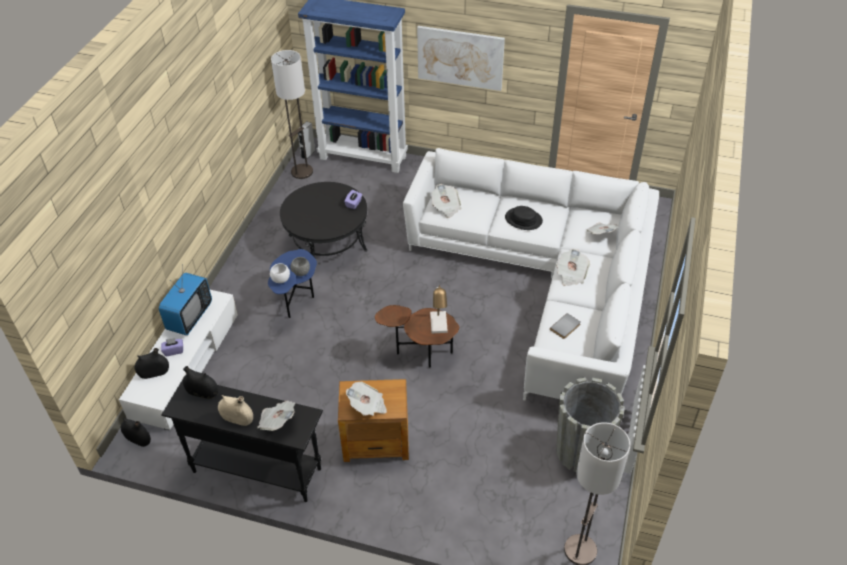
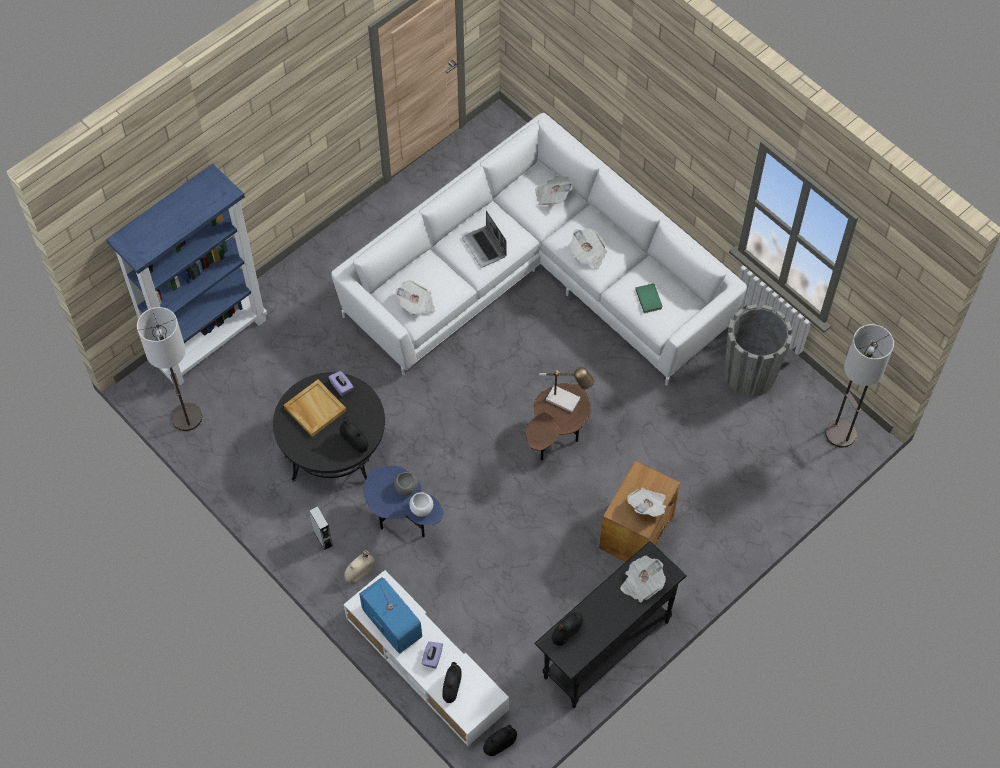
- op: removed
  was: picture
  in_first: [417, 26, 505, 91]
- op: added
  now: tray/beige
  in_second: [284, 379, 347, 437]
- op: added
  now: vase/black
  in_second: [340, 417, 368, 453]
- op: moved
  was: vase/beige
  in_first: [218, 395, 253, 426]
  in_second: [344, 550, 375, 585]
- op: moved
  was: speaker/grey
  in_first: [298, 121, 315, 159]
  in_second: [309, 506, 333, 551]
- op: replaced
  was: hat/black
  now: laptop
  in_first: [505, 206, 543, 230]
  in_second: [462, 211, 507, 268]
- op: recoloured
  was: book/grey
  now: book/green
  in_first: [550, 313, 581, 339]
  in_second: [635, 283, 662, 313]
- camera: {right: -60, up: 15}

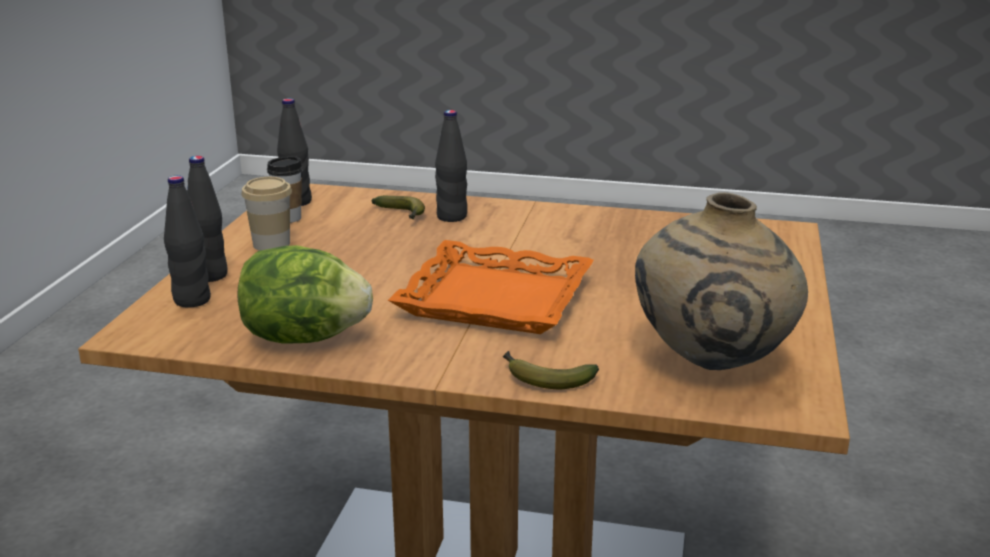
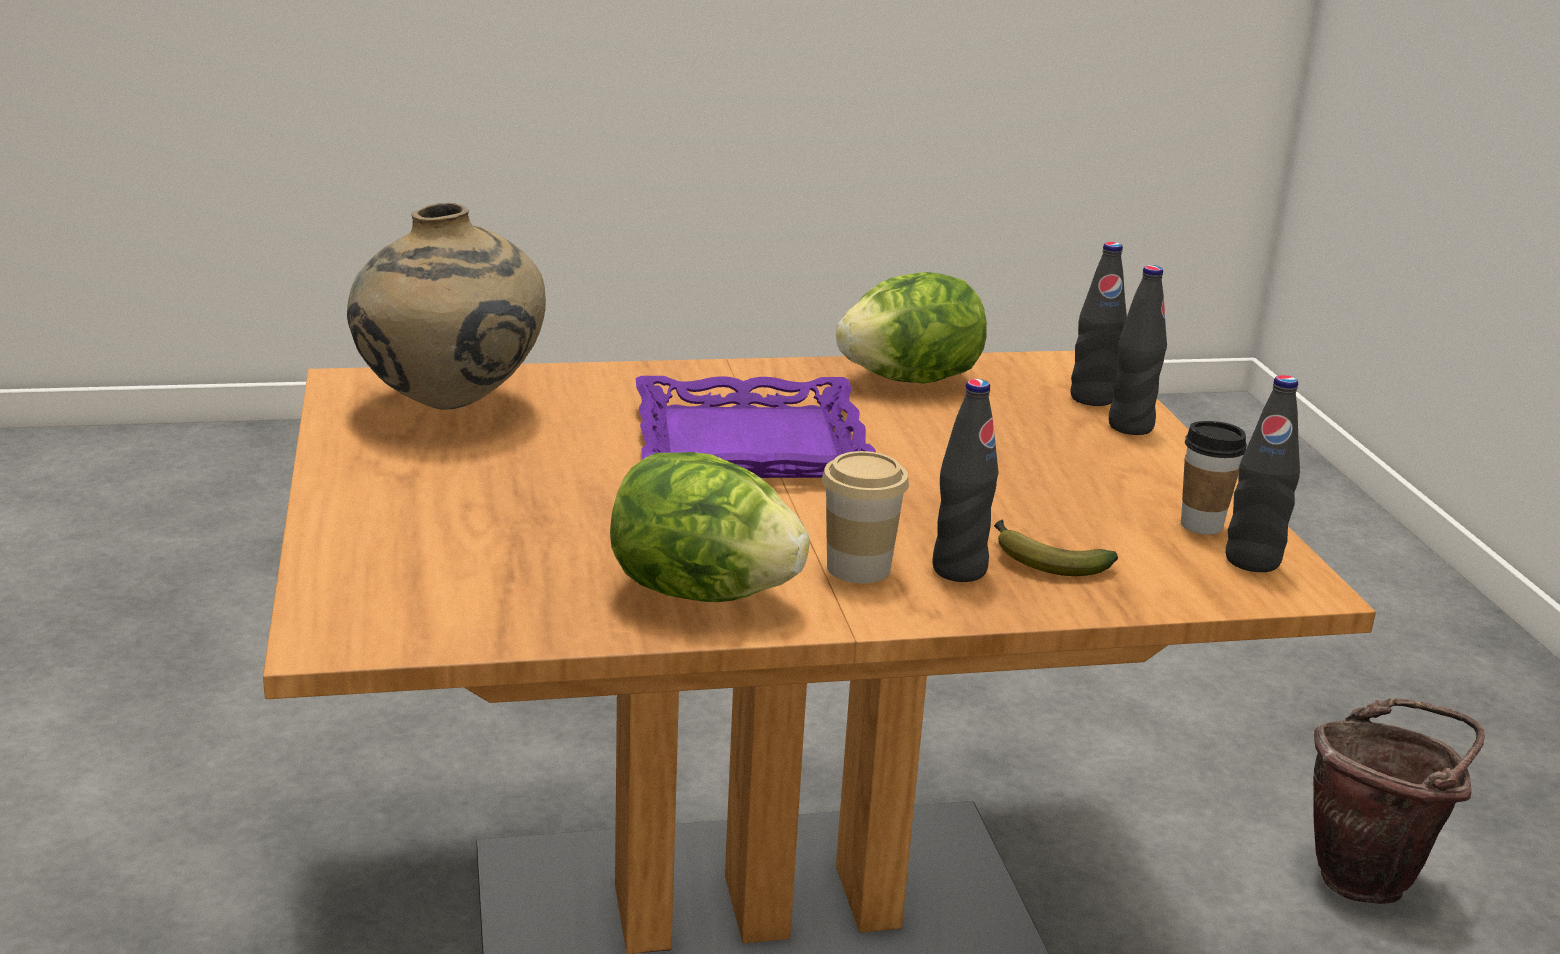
- op: removed
  was: banana
  in_first: [503, 351, 599, 389]
- op: added
  now: lettuce
  in_second: [610, 452, 809, 602]
- op: added
  now: bucket/brown
  in_second: [1313, 698, 1485, 904]
- op: moved
  was: cup
  in_first: [241, 177, 292, 251]
  in_second: [822, 451, 909, 583]
- op: recoloured
  was: tray/orange
  now: tray/purple
  in_first: [388, 240, 594, 334]
  in_second: [636, 376, 876, 478]
- camera: {right: 155, up: 0}

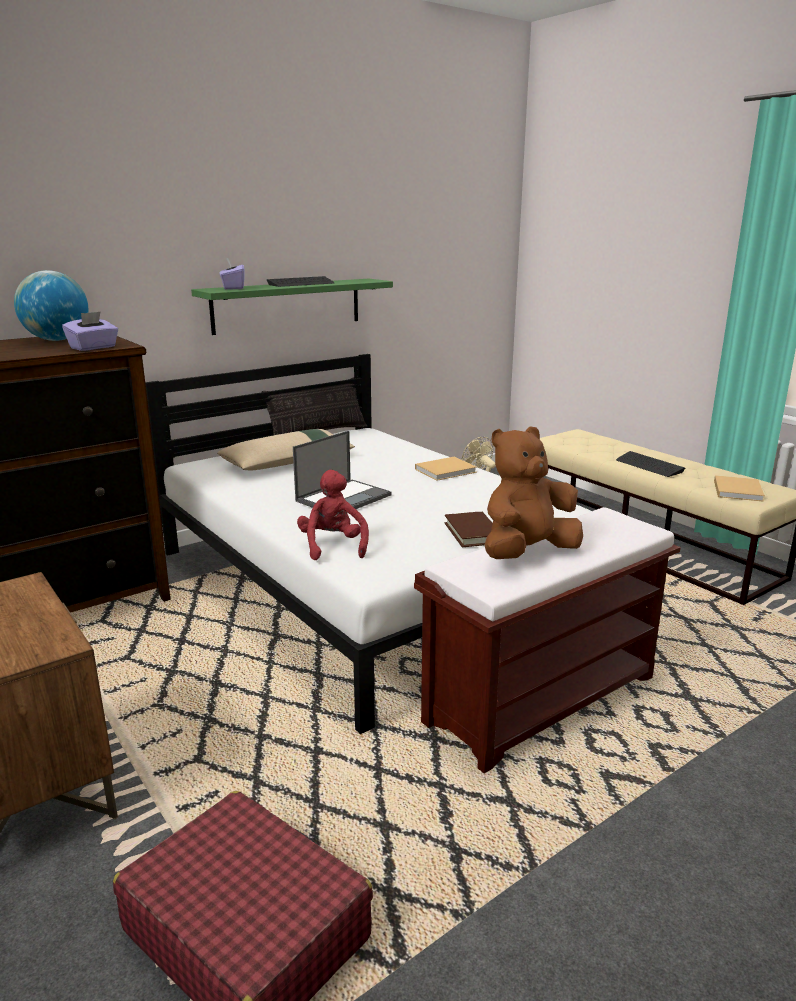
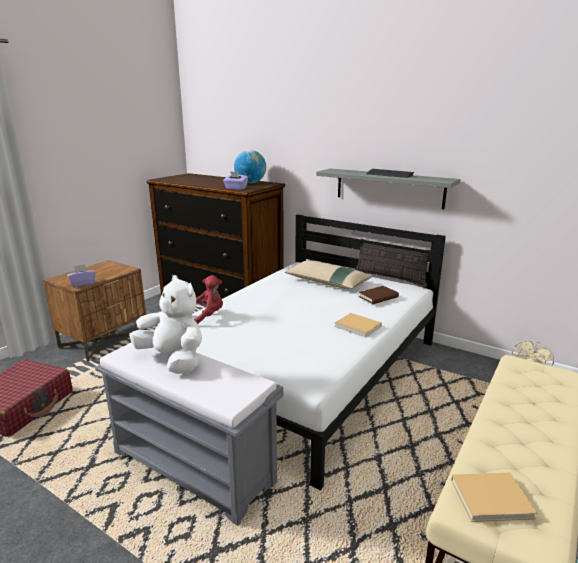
- op: removed
  was: laptop
  in_first: [293, 431, 392, 513]
- op: removed
  was: keyboard
  in_first: [616, 451, 685, 477]
- op: moved
  was: tissue box/purple
  in_first: [219, 258, 245, 290]
  in_second: [67, 264, 95, 287]
- op: moved
  was: book/brown
  in_first: [444, 512, 493, 547]
  in_second: [359, 286, 399, 304]
- op: recoloured
  was: shelf/green
  now: shelf/grey
  in_first: [191, 279, 393, 335]
  in_second: [316, 169, 460, 209]
- op: recoloured
  was: bench/brown
  now: bench/grey
  in_first: [414, 507, 681, 773]
  in_second: [95, 342, 284, 526]
- op: recoloured
  was: plush toy/brown
  now: plush toy/white
  in_first: [485, 426, 583, 559]
  in_second: [129, 275, 202, 374]
- camera: {right: 70, up: 0}

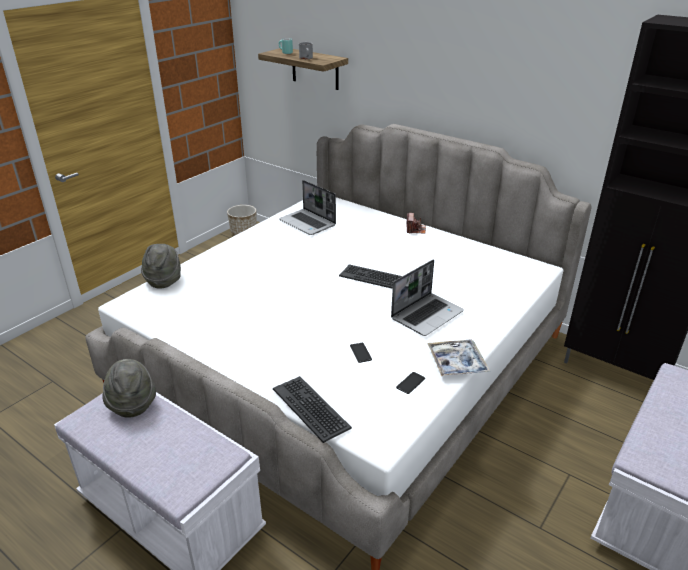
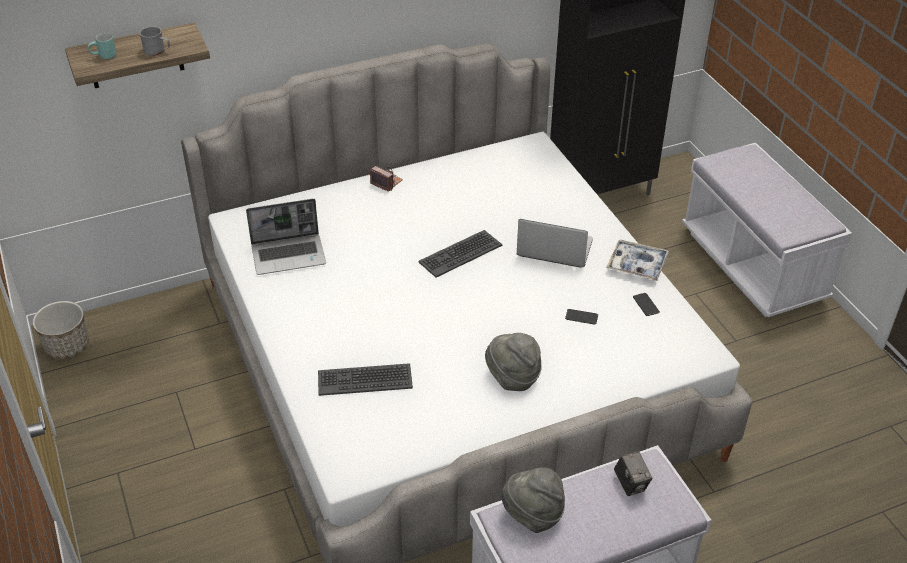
- op: added
  now: photo camera
  in_second: [614, 451, 652, 496]
- op: moved
  was: hat/grey
  in_first: [141, 244, 181, 289]
  in_second: [485, 333, 542, 391]
- op: moved
  was: keyboard
  in_first: [273, 376, 352, 443]
  in_second: [318, 363, 413, 396]
- op: turned
  was: laptop
  in_first: [391, 259, 464, 336]
  in_second: [517, 219, 593, 267]
  clockwise: -60
- camera: {right: -60, up: 10}

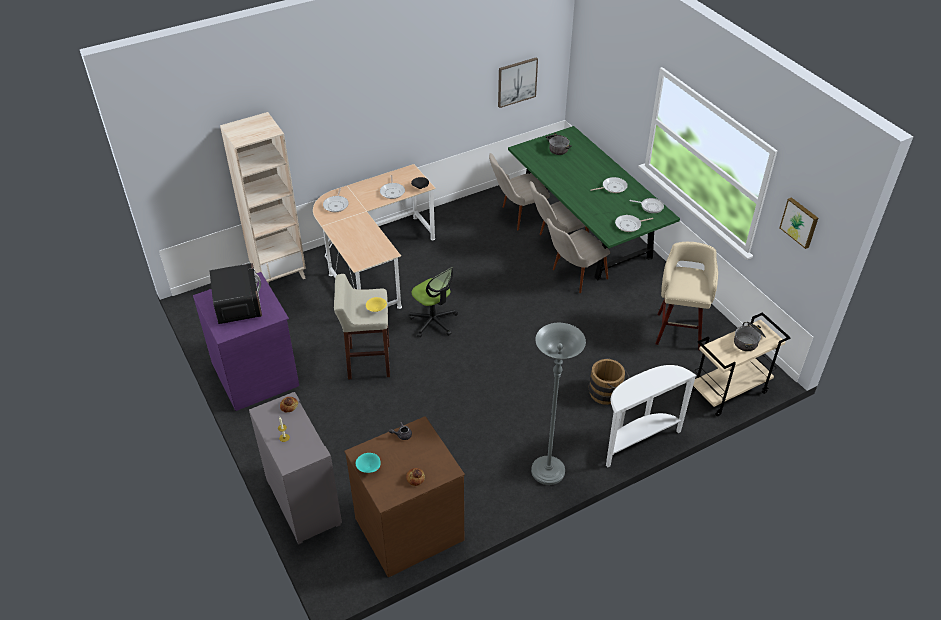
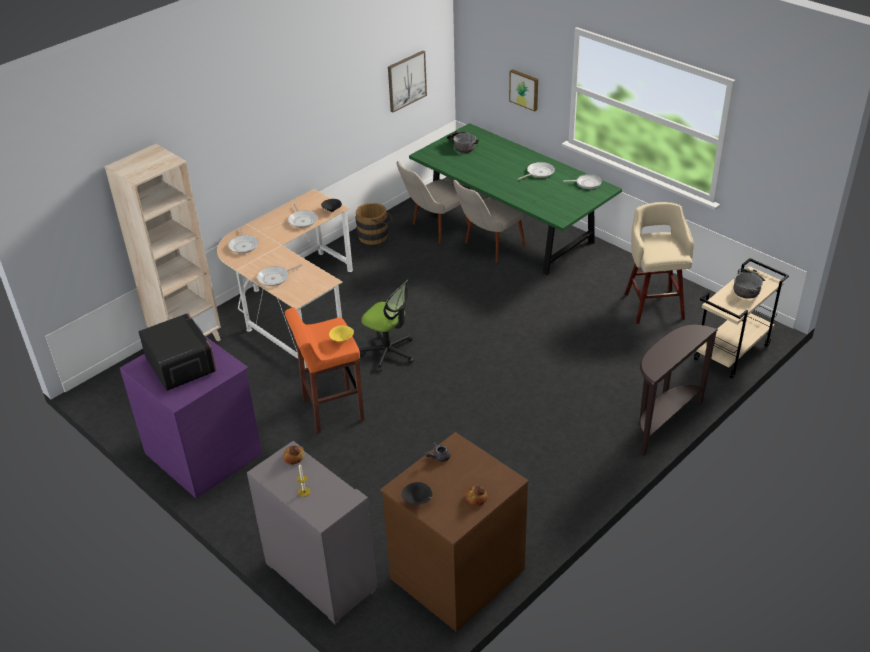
- op: removed
  was: floor lamp/grey
  in_first: [531, 323, 586, 485]
- op: removed
  was: chair/beige
  in_first: [547, 218, 610, 293]
- op: moved
  was: bucket/brown
  in_first: [589, 358, 630, 405]
  in_second: [355, 203, 393, 245]
- op: moved
  was: frying pan
  in_first: [615, 215, 653, 232]
  in_second: [257, 264, 302, 286]
- op: moved
  was: picture
  in_first: [779, 197, 818, 249]
  in_second: [509, 69, 538, 112]
- op: recoloured
  was: stool/beige
  now: stool/orange
  in_first: [334, 274, 390, 380]
  in_second: [285, 307, 364, 434]
- op: recoloured
  was: bowl/turquoise
  now: bowl/black
  in_first: [356, 453, 381, 473]
  in_second: [402, 482, 432, 505]
- op: recoloured
  was: console table/white
  now: console table/brown
  in_first: [606, 365, 697, 467]
  in_second: [639, 325, 717, 456]
- camera: {right: -15, up: -5}

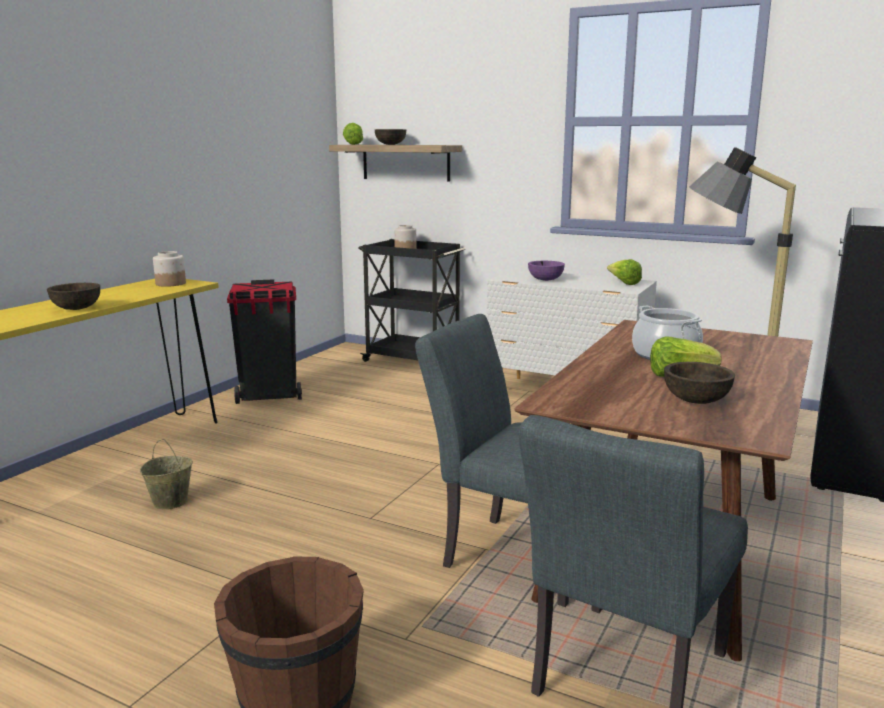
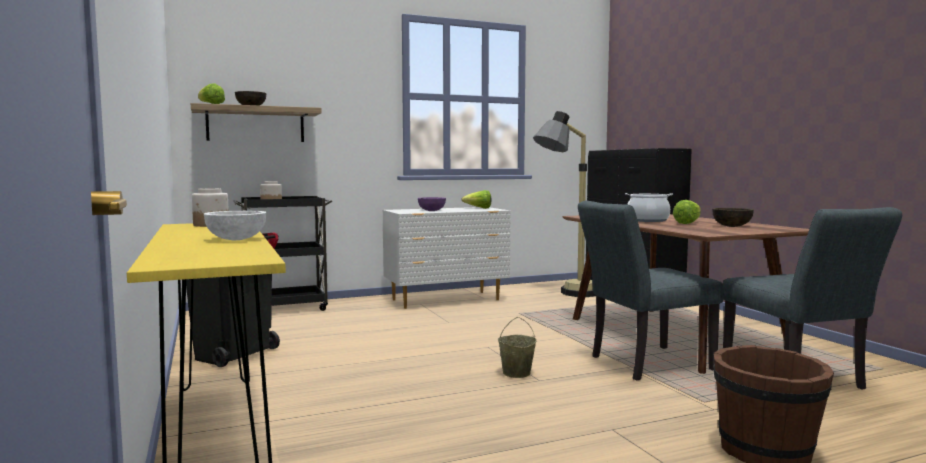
- op: moved
  was: bucket/beige
  in_first: [140, 439, 193, 509]
  in_second: [498, 317, 537, 378]
- op: recoloured
  was: bowl/brown
  now: bowl/white
  in_first: [47, 283, 100, 310]
  in_second: [204, 211, 267, 240]
- camera: {right: -50, up: -10}

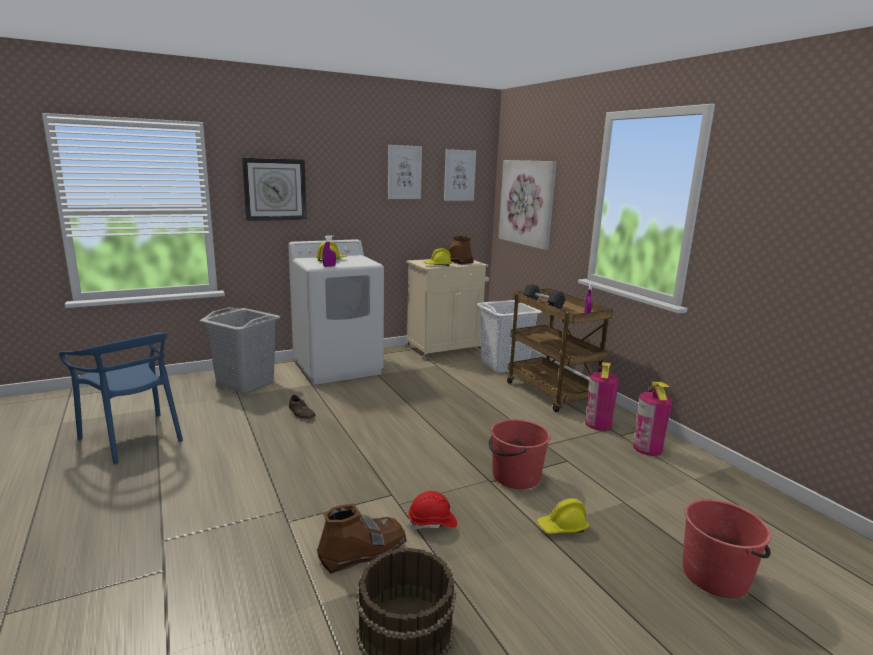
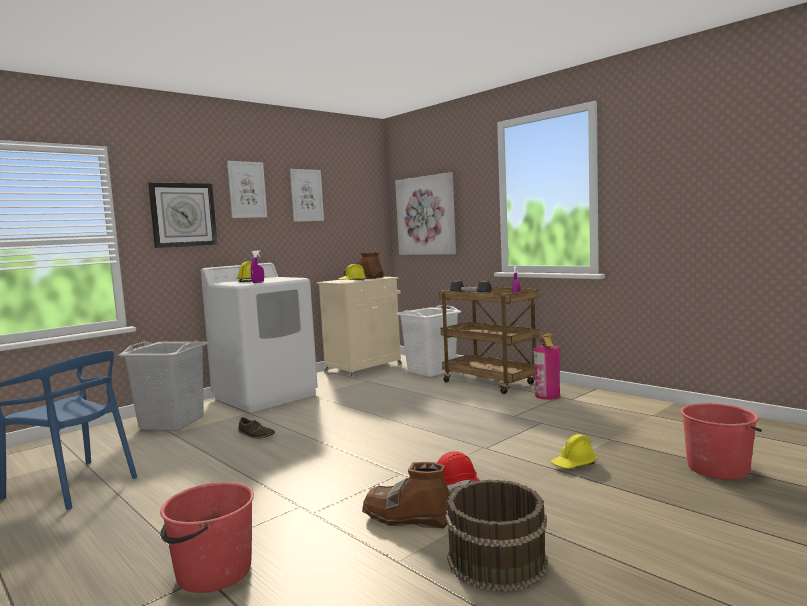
- op: removed
  was: fire extinguisher
  in_first: [633, 381, 672, 456]
- op: moved
  was: picture
  in_first: [444, 149, 476, 201]
  in_second: [227, 161, 267, 218]
- op: moved
  was: bucket/red
  in_first: [489, 419, 550, 489]
  in_second: [160, 482, 254, 593]
- op: turned
  was: boot/brown
  in_first: [317, 504, 407, 574]
  in_second: [362, 462, 450, 528]
  clockwise: -120
- camera: {right: -15, up: -10}

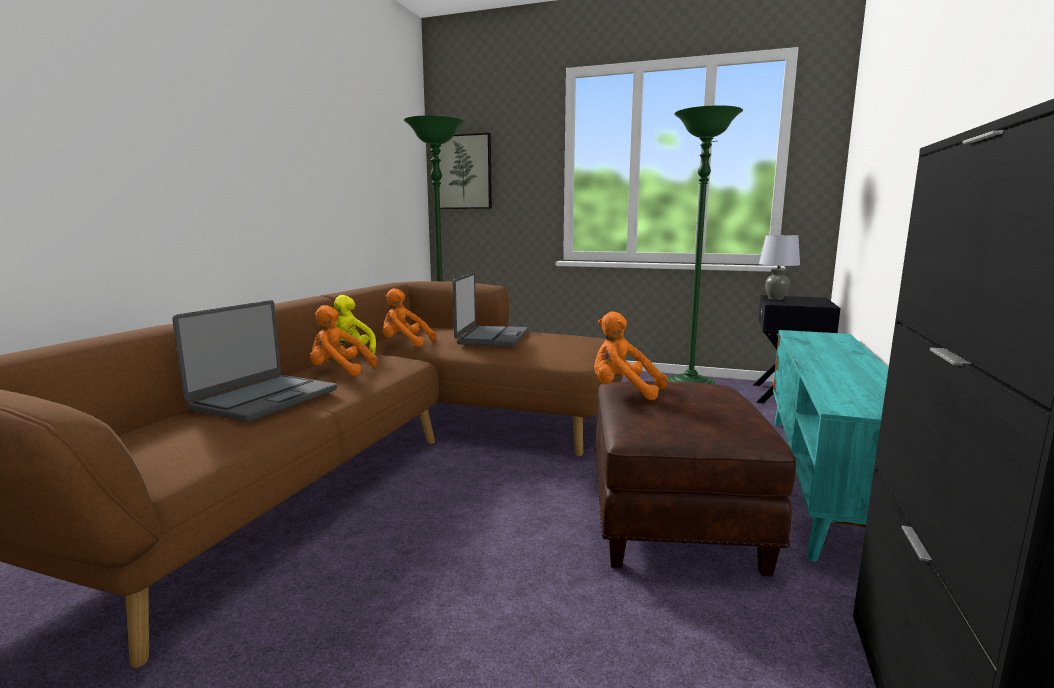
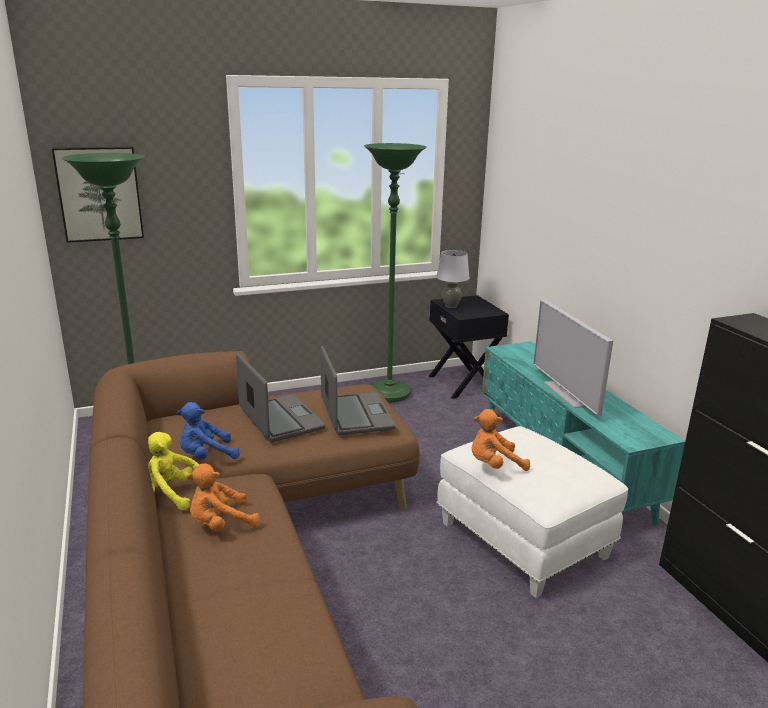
- op: added
  now: television
  in_second: [533, 299, 613, 416]
- op: moved
  was: laptop
  in_first: [172, 300, 337, 422]
  in_second: [320, 346, 396, 435]
- op: recoloured
  was: plush toy/orange
  now: plush toy/blue
  in_first: [383, 288, 436, 347]
  in_second: [177, 402, 240, 460]
- op: recoloured
  was: ottoman/brown
  now: ottoman/white
  in_first: [595, 381, 796, 576]
  in_second: [437, 426, 628, 598]
- camera: {right: -40, up: 10}

